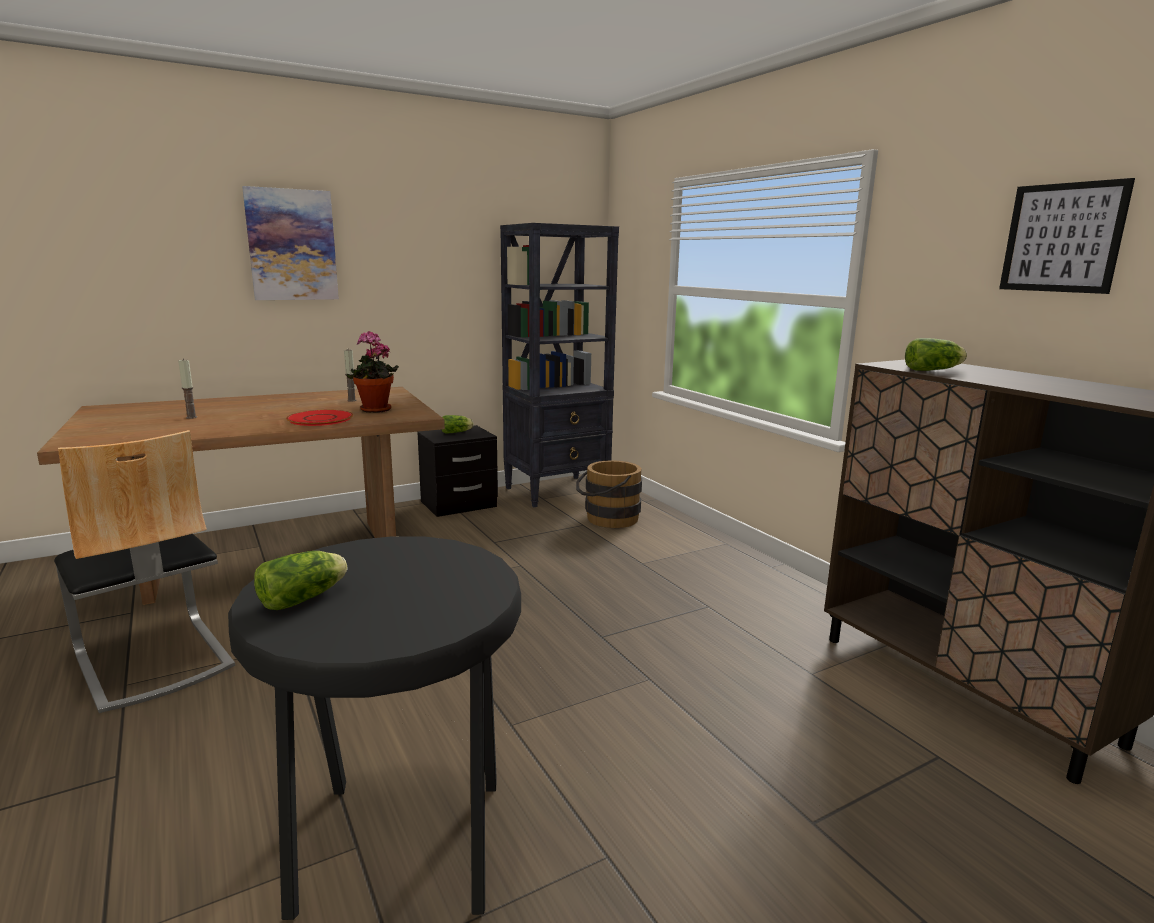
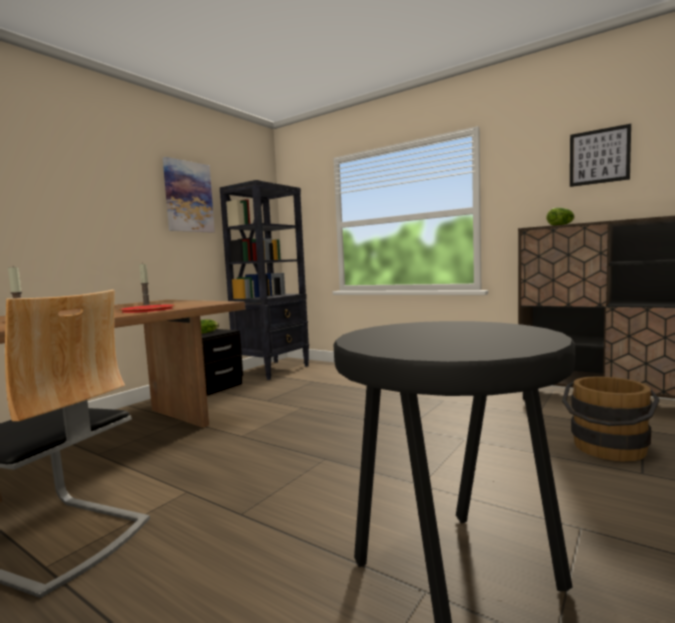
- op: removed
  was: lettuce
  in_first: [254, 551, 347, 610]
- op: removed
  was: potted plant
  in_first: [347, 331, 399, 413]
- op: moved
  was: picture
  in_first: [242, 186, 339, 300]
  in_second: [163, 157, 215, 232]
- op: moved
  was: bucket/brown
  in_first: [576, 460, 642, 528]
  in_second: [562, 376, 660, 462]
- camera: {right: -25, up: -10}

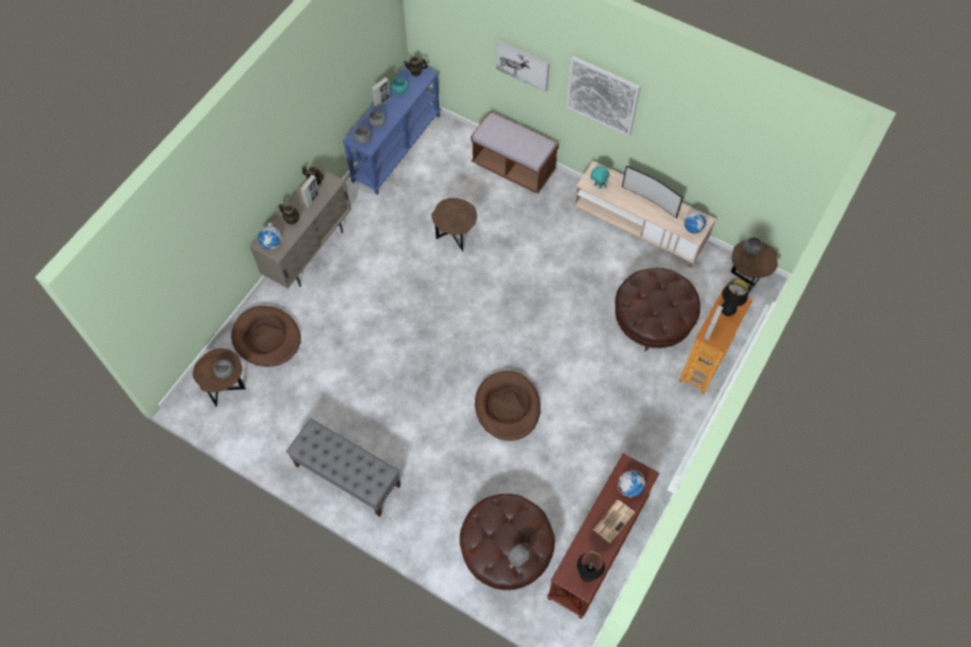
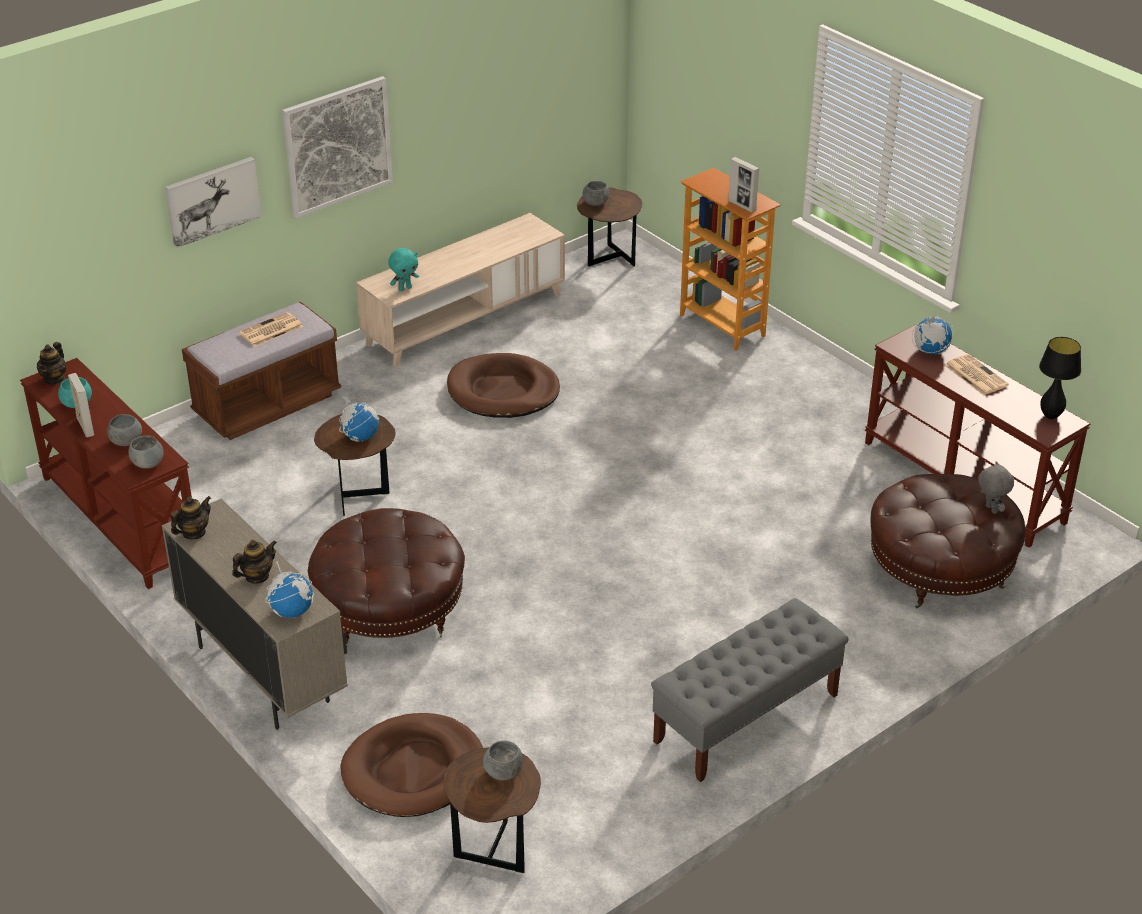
- op: removed
  was: picture frame
  in_first: [300, 175, 320, 208]
- op: removed
  was: television
  in_first: [622, 166, 683, 218]
- op: removed
  was: table lamp/black
  in_first: [722, 278, 749, 316]
- op: added
  now: newspaper
  in_second: [239, 312, 303, 347]
- op: moved
  was: dog bed/brown
  in_first: [475, 371, 541, 441]
  in_second: [447, 353, 560, 418]
- op: moved
  was: ottoman/brown
  in_first: [615, 268, 700, 352]
  in_second: [308, 508, 465, 647]
- op: moved
  was: globe
  in_first: [683, 206, 707, 234]
  in_second: [339, 396, 379, 442]
- op: recoloured
  was: console table/blue
  now: console table/brown
  in_first: [342, 61, 440, 195]
  in_second: [20, 358, 192, 589]
- camera: {right: -70, up: -25}

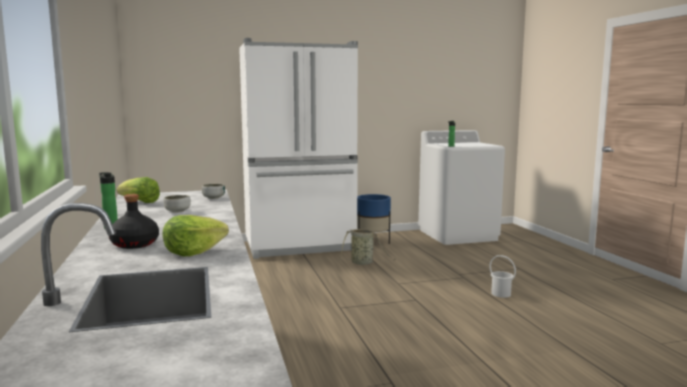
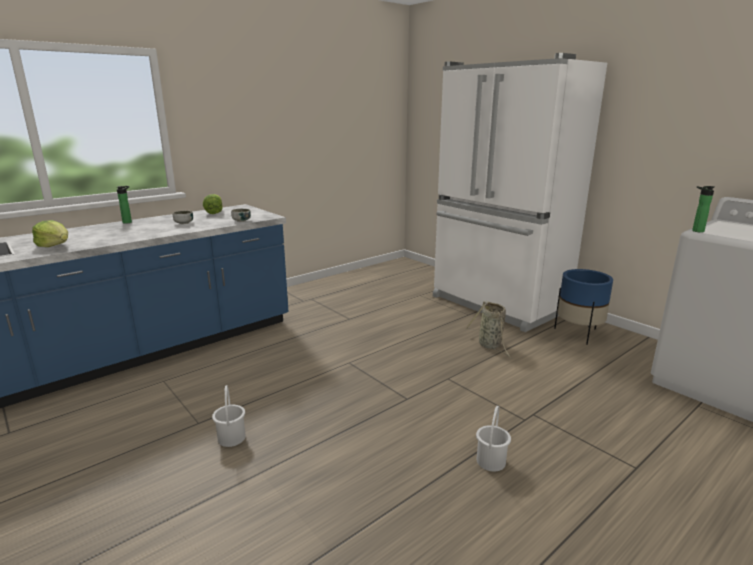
- op: removed
  was: bottle/black
  in_first: [109, 194, 159, 249]
- op: added
  now: bucket/white
  in_second: [212, 385, 246, 447]
- camera: {right: 65, up: 10}

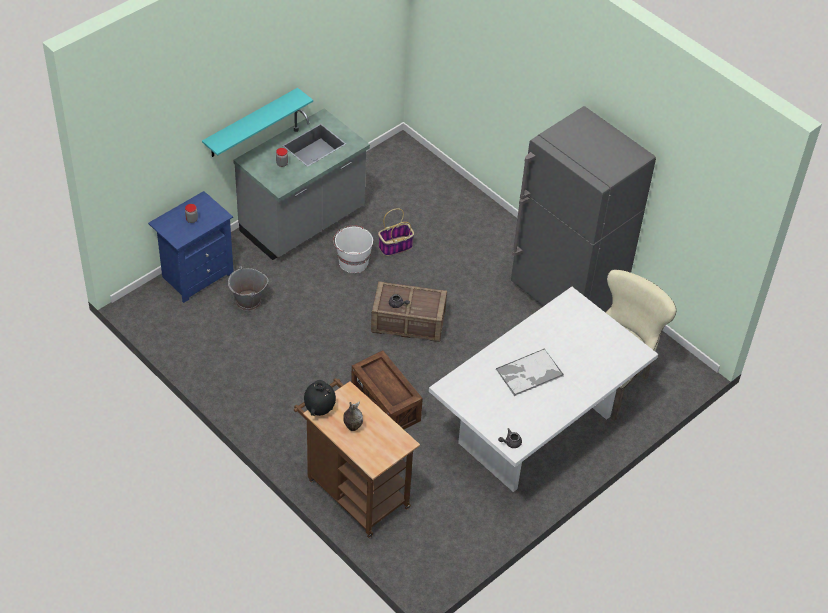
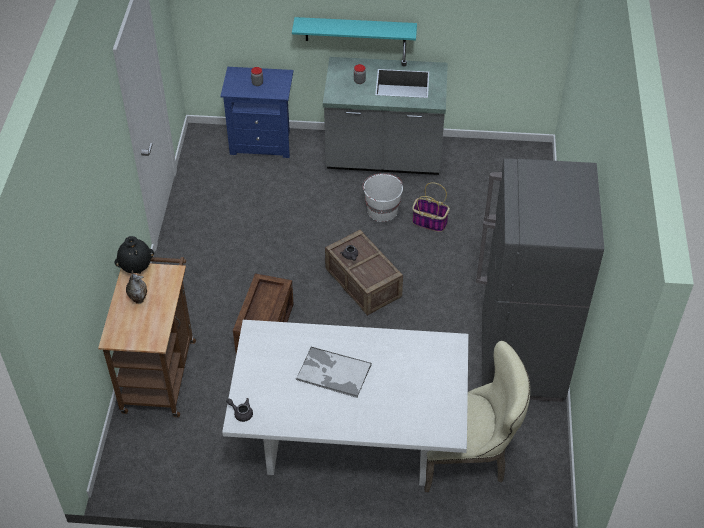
- op: removed
  was: bucket/grey
  in_first: [228, 266, 269, 311]
- camera: {right: 50, up: 0}

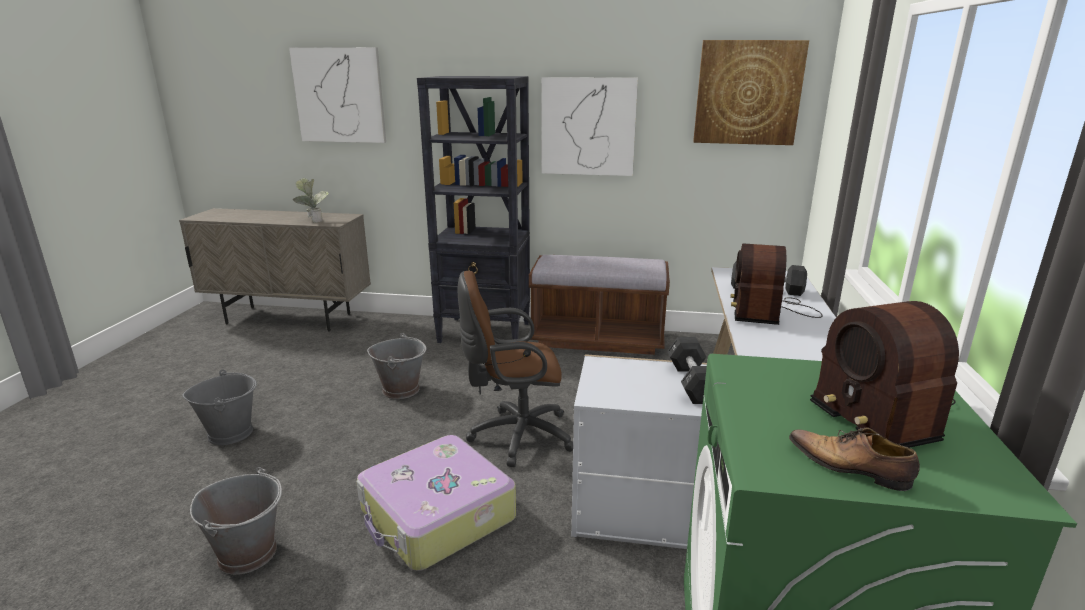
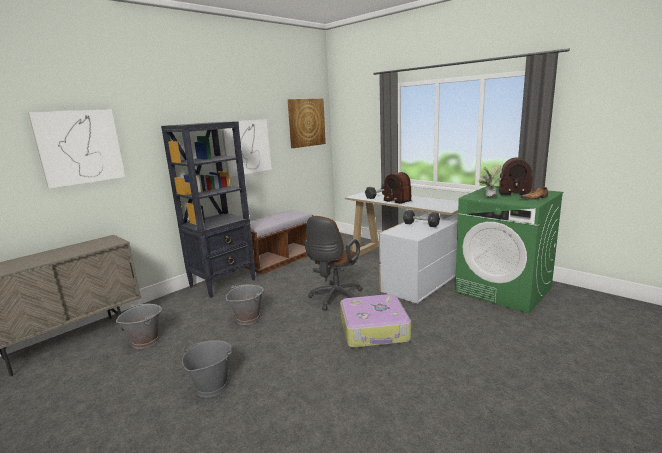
- op: moved
  was: bucket/grey
  in_first: [190, 467, 282, 575]
  in_second: [116, 304, 162, 349]
- op: moved
  was: potted plant
  in_first: [293, 178, 329, 223]
  in_second: [478, 164, 502, 198]
- camera: {right: -55, up: -5}

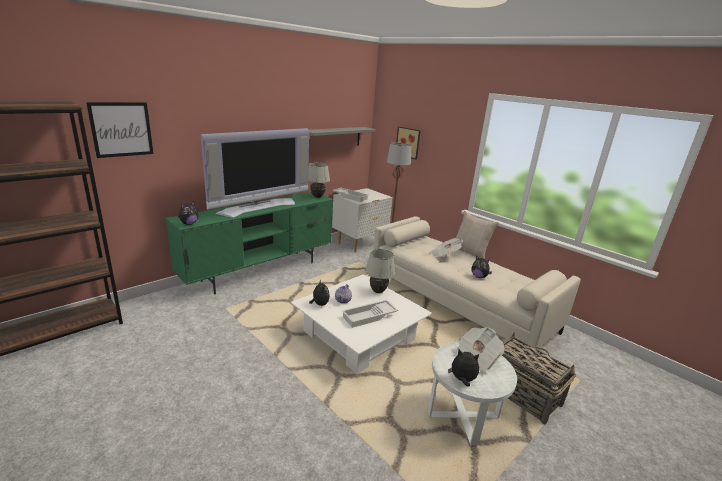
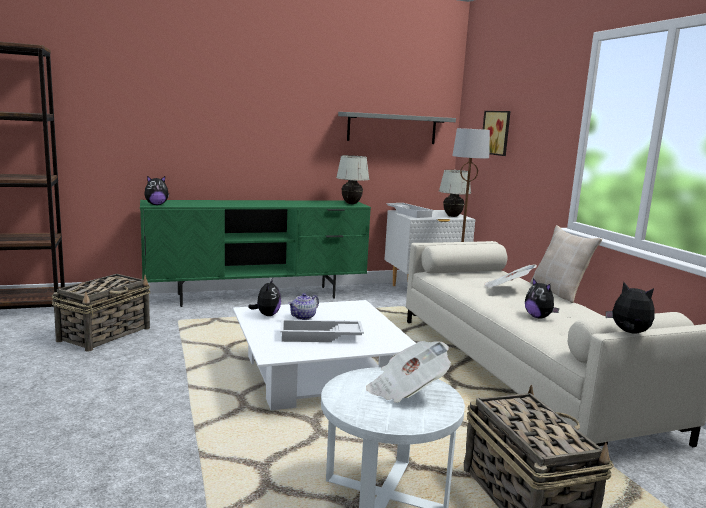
- op: removed
  was: picture
  in_first: [86, 102, 153, 158]
- op: removed
  was: television
  in_first: [200, 128, 309, 218]
- op: added
  now: basket
  in_second: [52, 274, 150, 352]
- op: moved
  was: table lamp/white
  in_first: [365, 249, 395, 293]
  in_second: [439, 170, 471, 217]
- op: moved
  was: plush toy
  in_first: [448, 349, 479, 386]
  in_second: [606, 282, 655, 334]
- camera: {right: 25, up: -10}

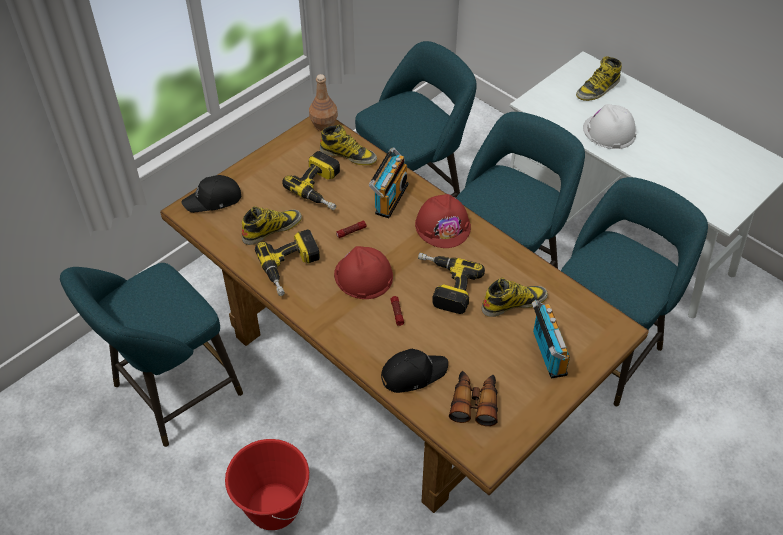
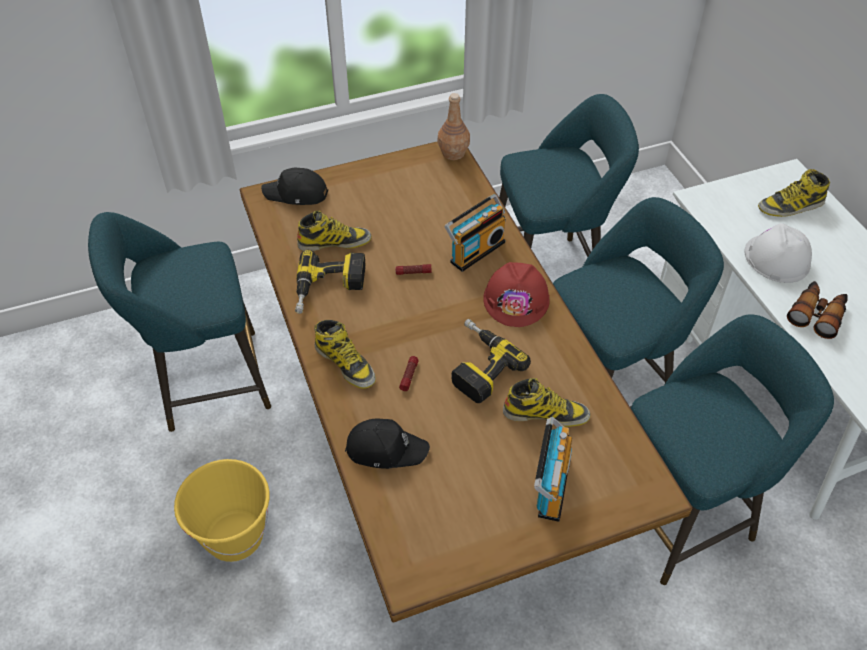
- op: removed
  was: power drill
  in_first: [282, 151, 340, 210]
- op: removed
  was: hard hat/red
  in_first: [334, 246, 393, 299]
- op: moved
  was: boot
  in_first: [320, 125, 377, 165]
  in_second: [314, 320, 376, 389]
- op: moved
  was: binoculars
  in_first: [449, 371, 498, 426]
  in_second: [787, 281, 848, 339]
- op: recoloured
  was: bucket/red
  now: bucket/yellow
  in_first: [225, 439, 309, 530]
  in_second: [174, 459, 270, 562]
- camera: {right: 25, up: 0}

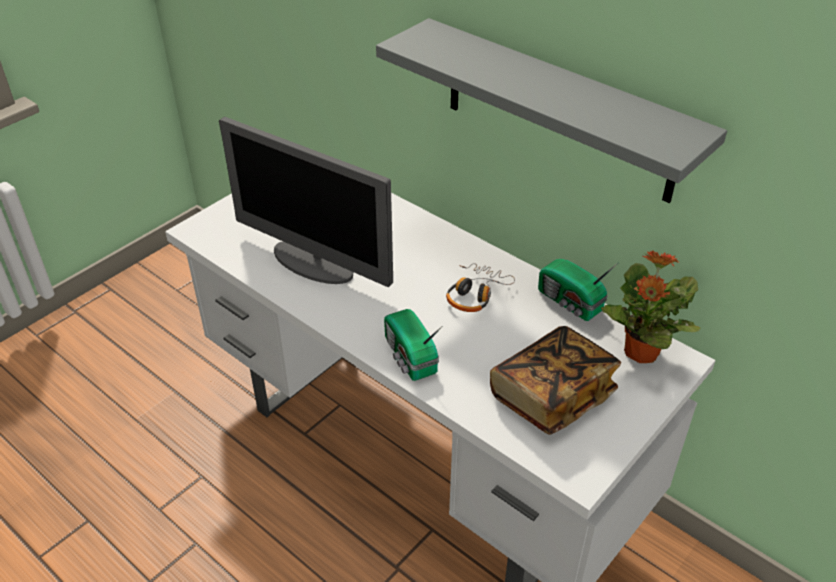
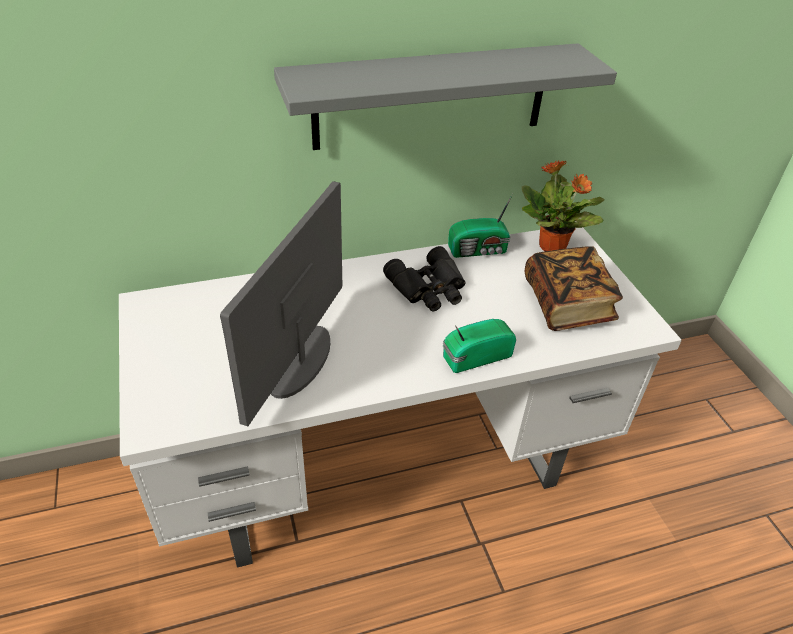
- op: replaced
  was: headphones
  now: binoculars/black
  in_first: [446, 263, 515, 312]
  in_second: [383, 246, 465, 311]
- op: turned
  was: monitor
  in_first: [219, 117, 393, 287]
  in_second: [220, 181, 342, 426]
  clockwise: 135
- op: turned
  was: radio
  in_first: [384, 309, 443, 381]
  in_second: [443, 319, 516, 373]
  clockwise: 150
- camera: {right: -60, up: 0}

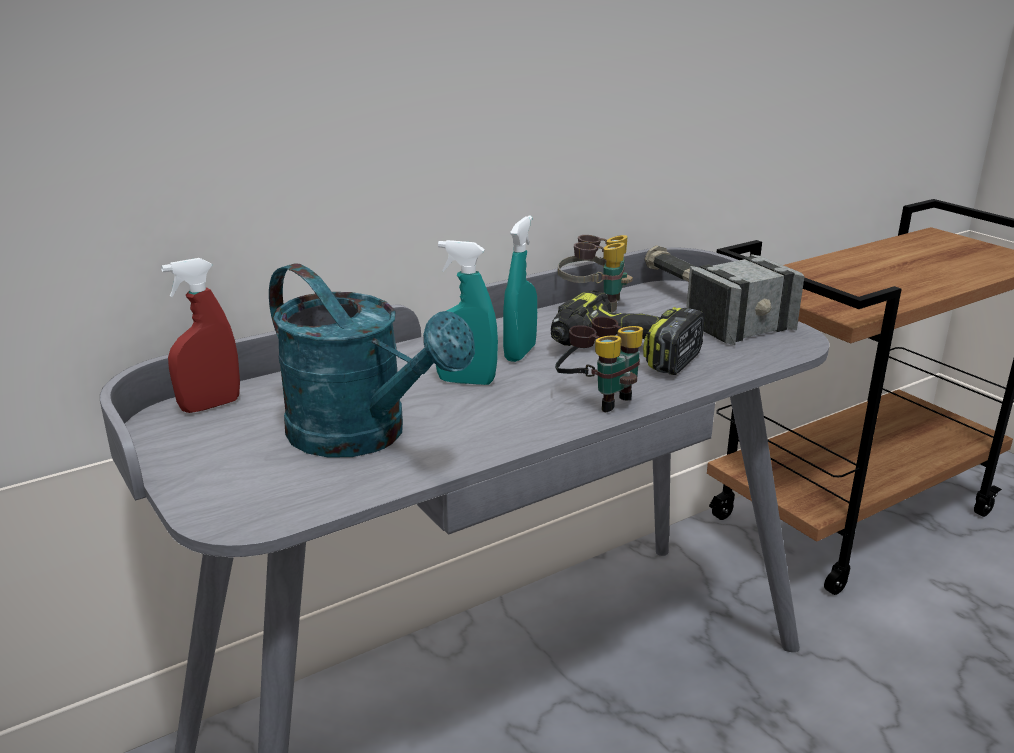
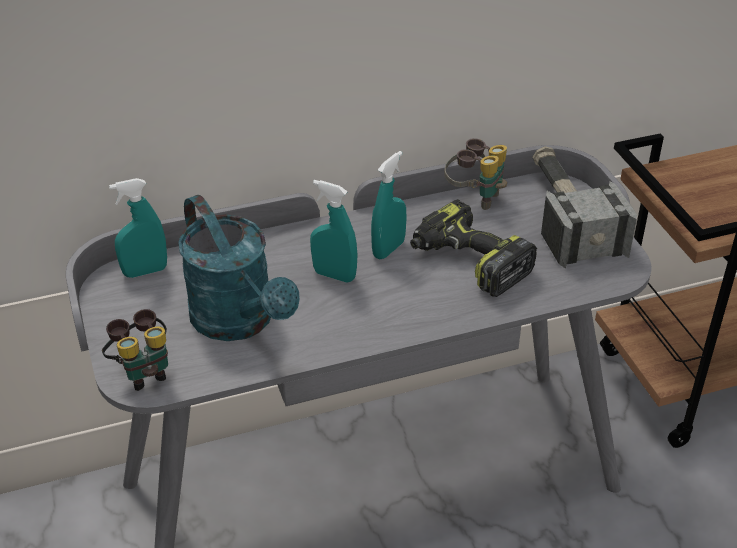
- op: moved
  was: binoculars
  in_first: [555, 316, 643, 412]
  in_second: [102, 309, 168, 391]
- op: recoloured
  was: spray bottle/red
  now: spray bottle/turquoise
  in_first: [161, 258, 240, 413]
  in_second: [109, 178, 167, 278]
- camera: {right: 15, up: 15}

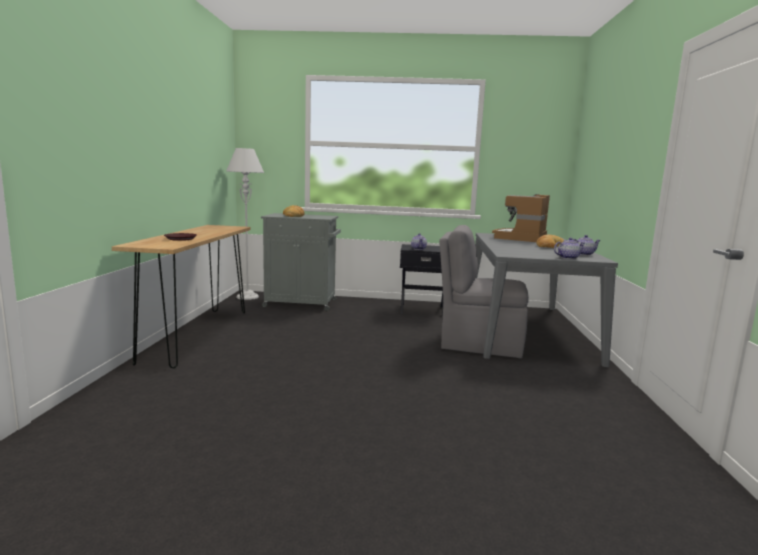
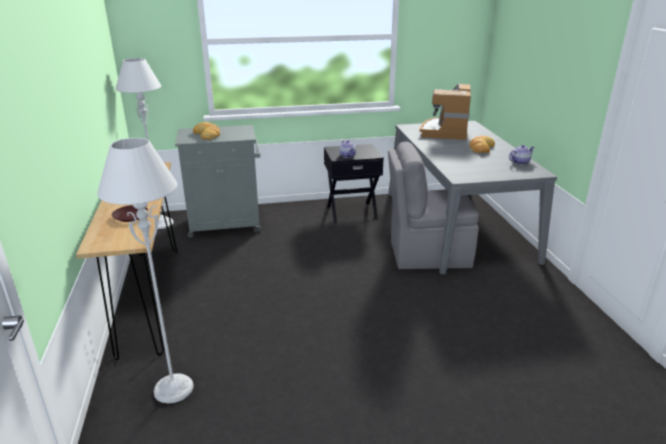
- op: removed
  was: teapot
  in_first: [554, 238, 584, 259]
- op: added
  now: floor lamp/grey
  in_second: [97, 138, 194, 404]
- camera: {right: -15, up: 15}

